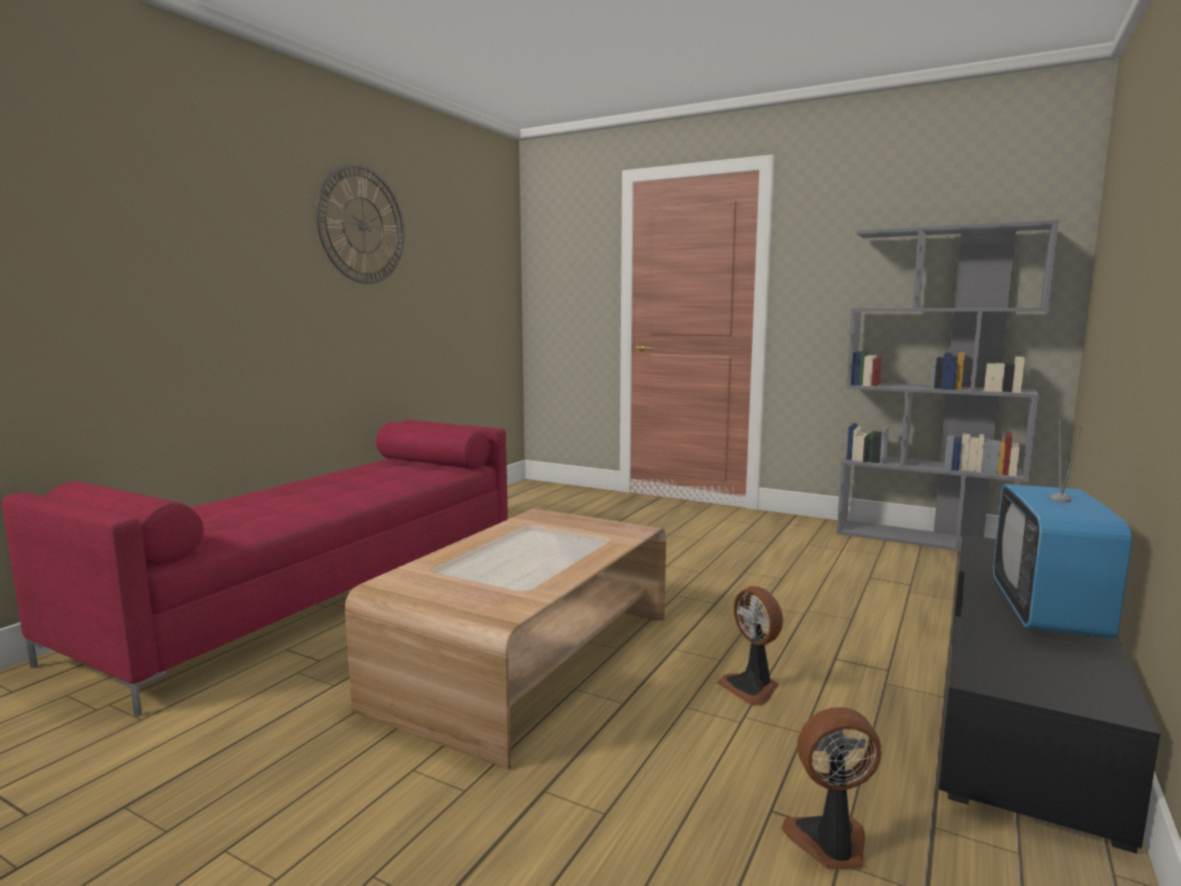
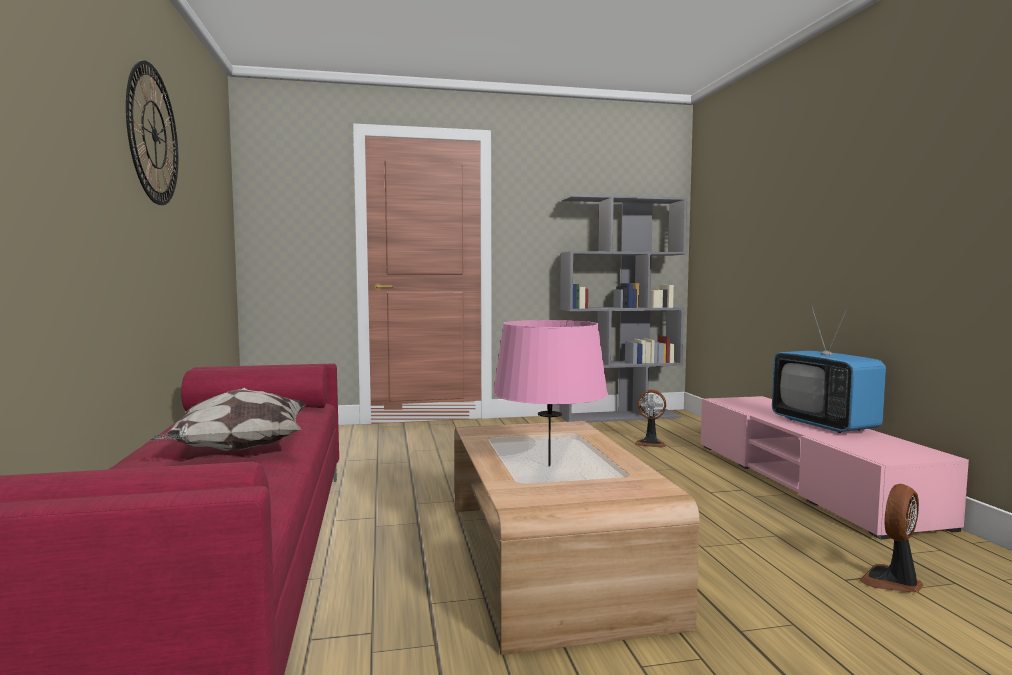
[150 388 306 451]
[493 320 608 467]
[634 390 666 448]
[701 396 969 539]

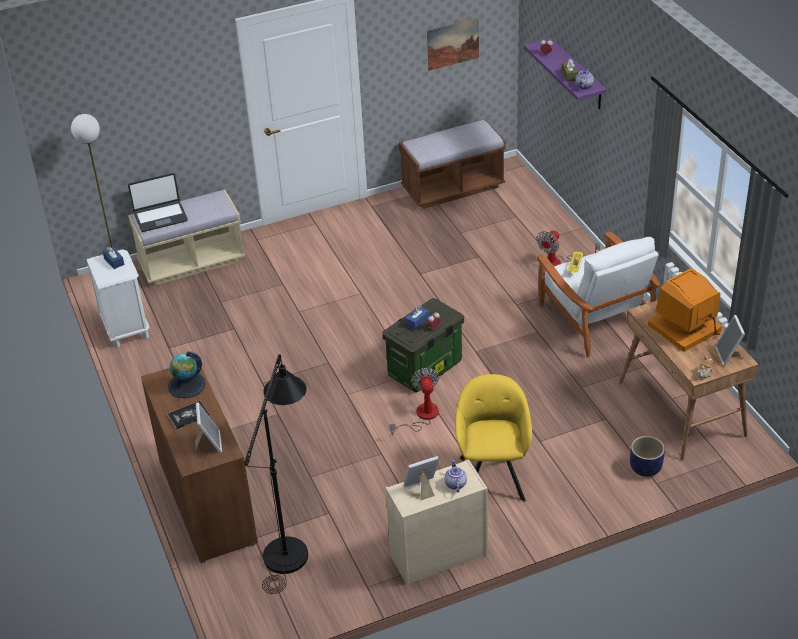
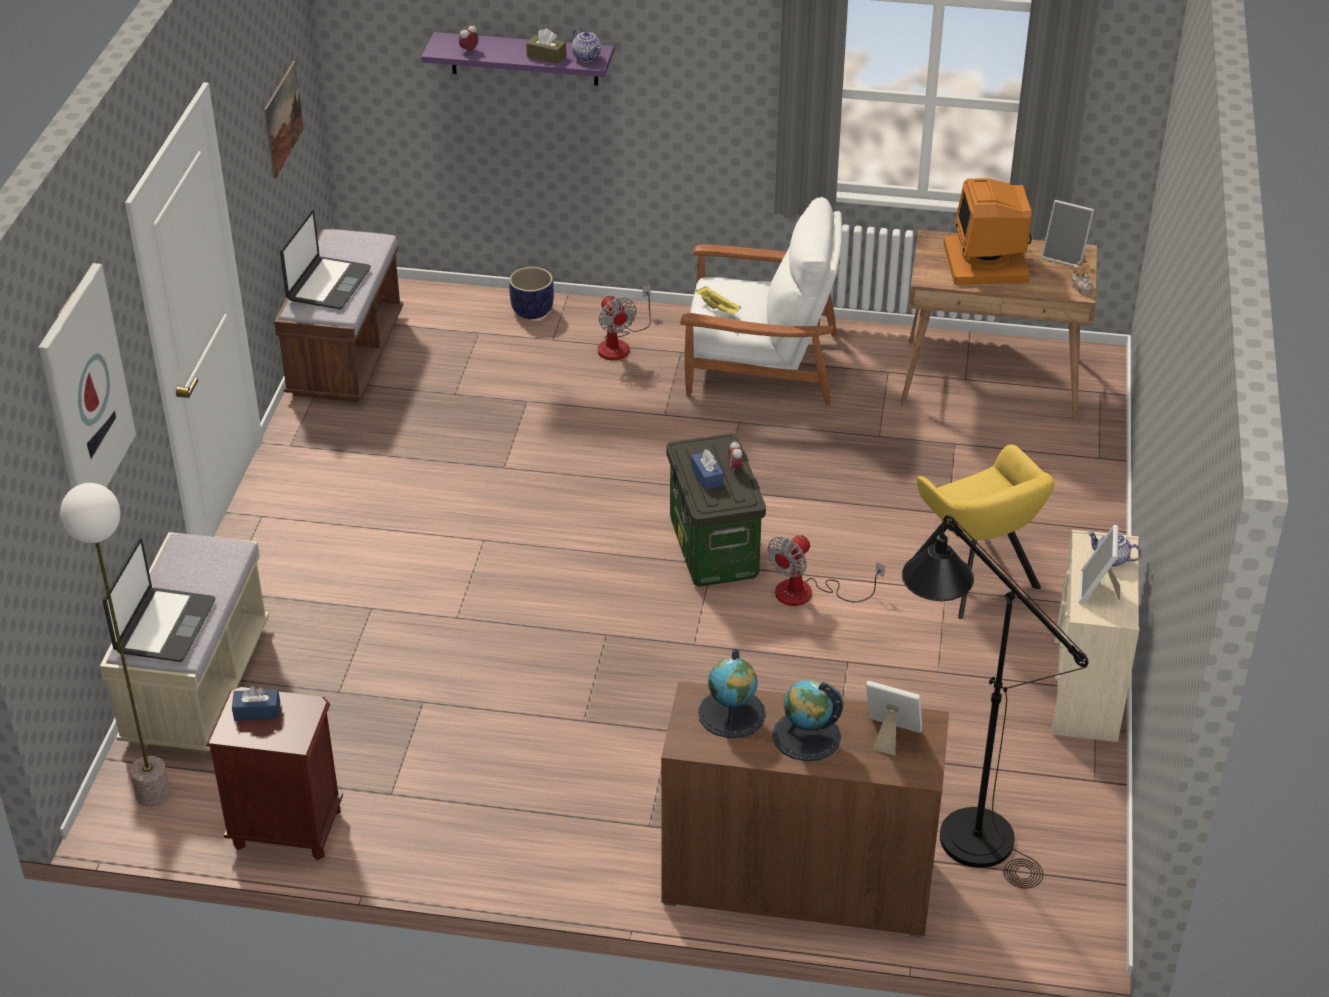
[38 263 136 489]
[206 687 343 860]
[280 210 371 309]
[509 267 554 319]
[767 535 885 606]
[772 680 843 761]
[912 444 1055 619]

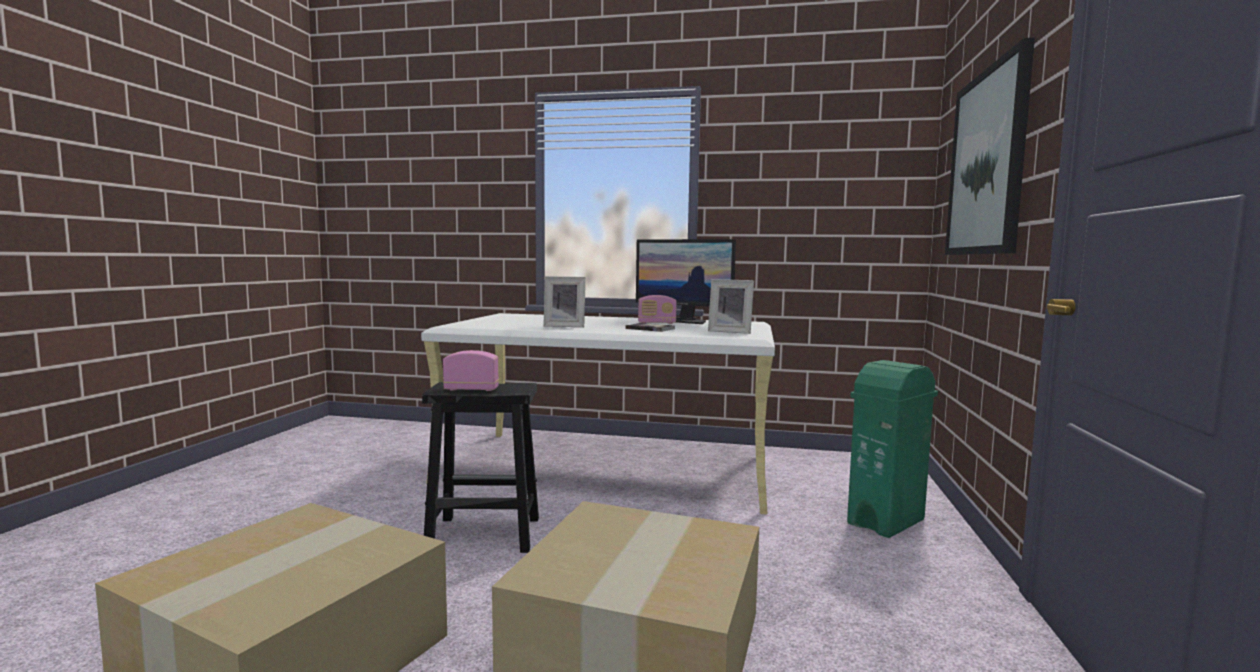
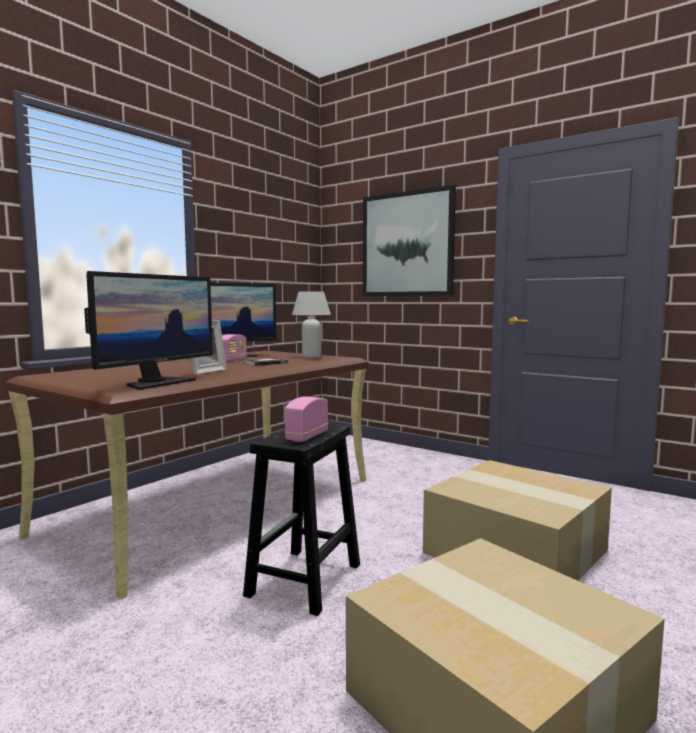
[5 351 368 600]
[84 271 213 390]
[292 291 331 358]
[847 360 938 538] (first image)

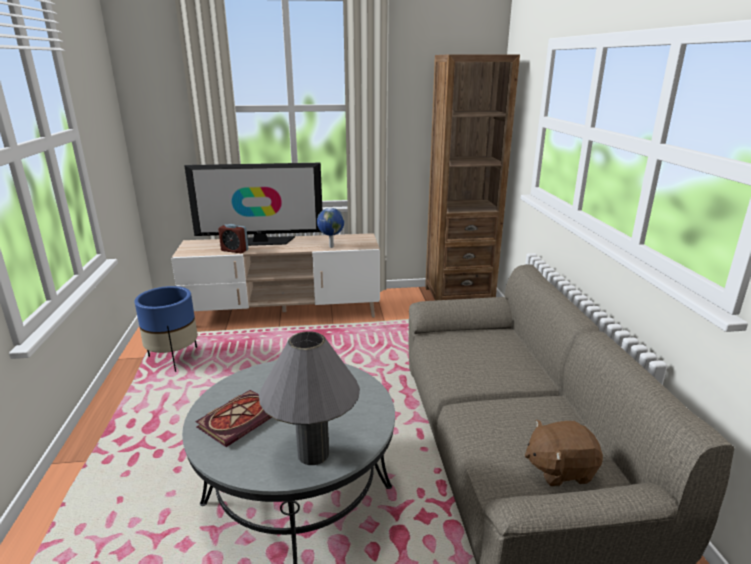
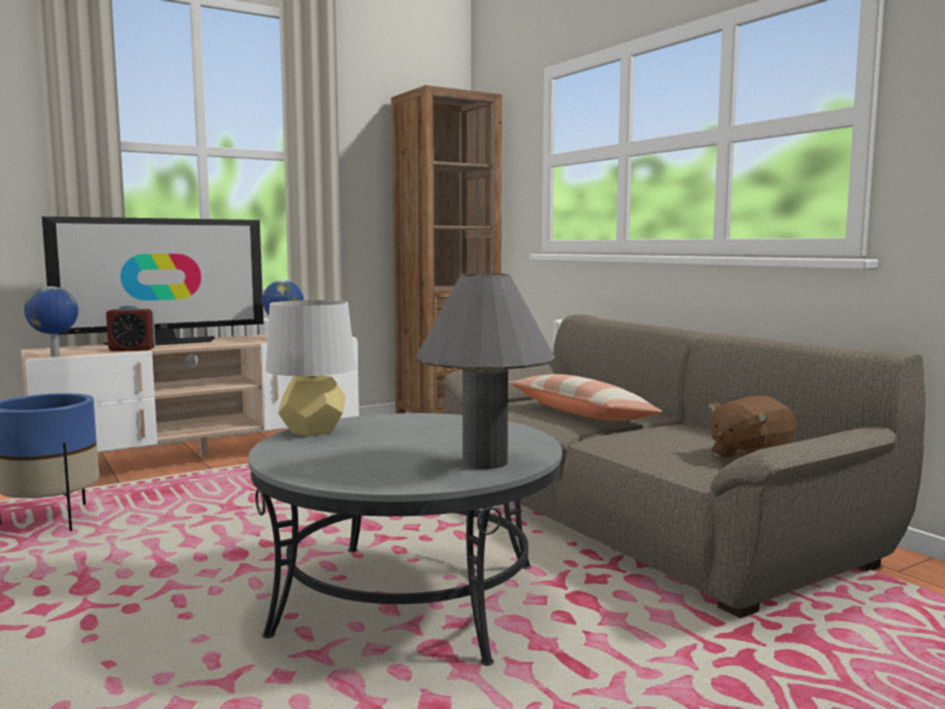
[24 286 78 357]
[266 300 356 436]
[509 374 663 421]
[195 390 272 447] (first image)

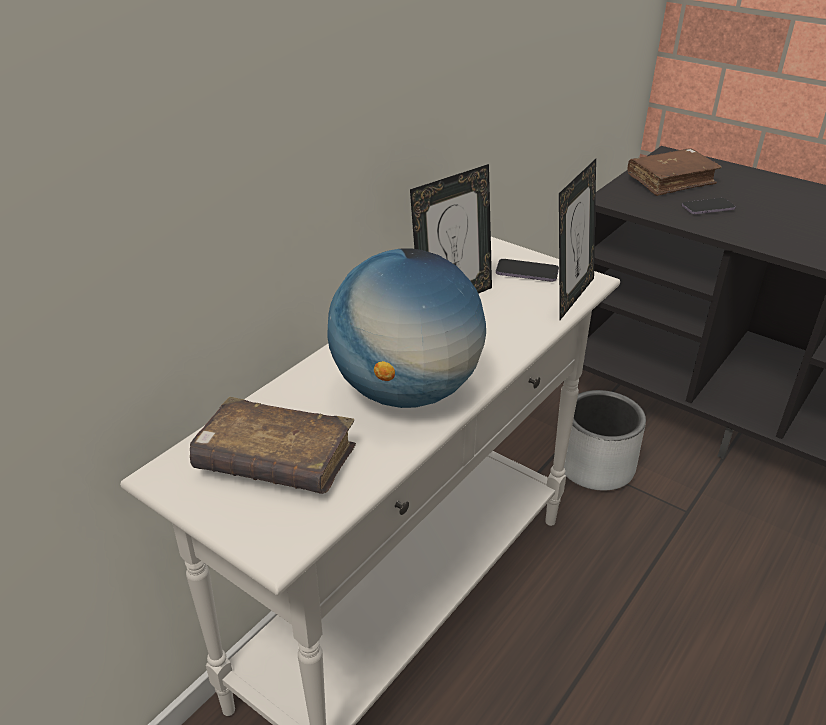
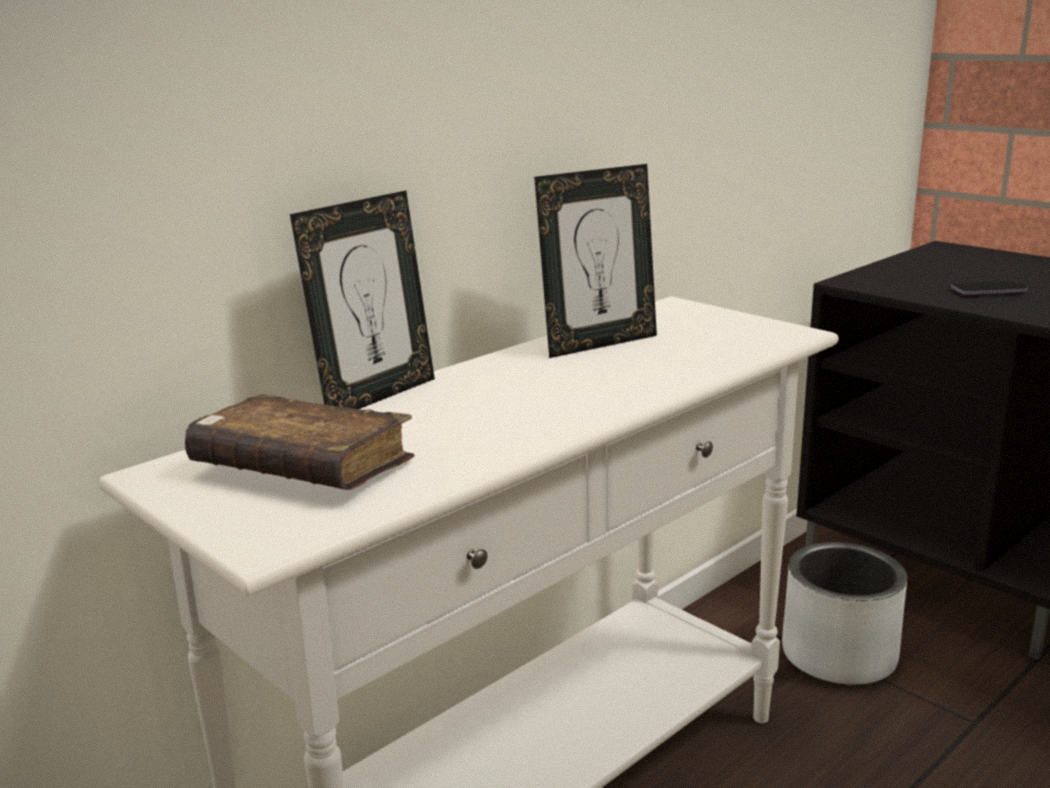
[290 191 435 409]
[327 248 486 408] (first image)
[496 259 559 282] (first image)
[627 148 722 196] (first image)

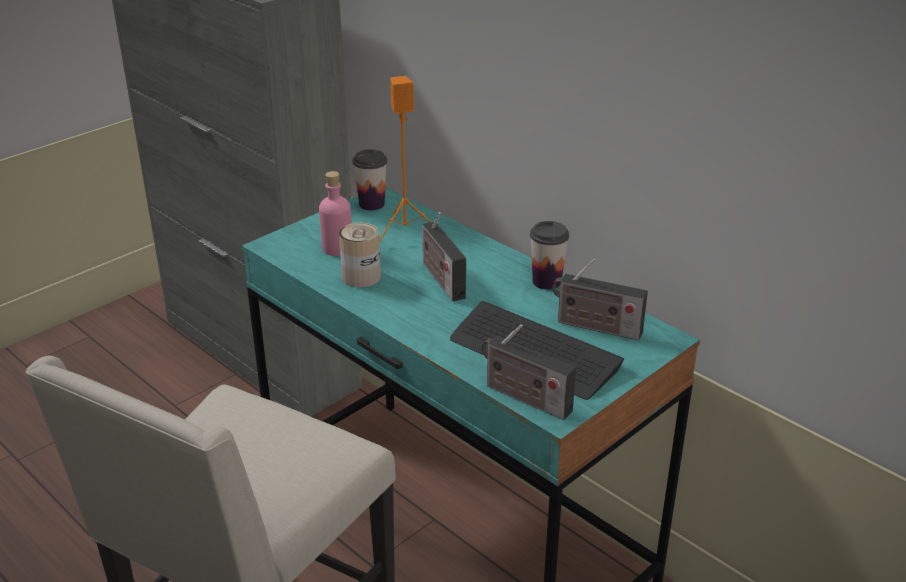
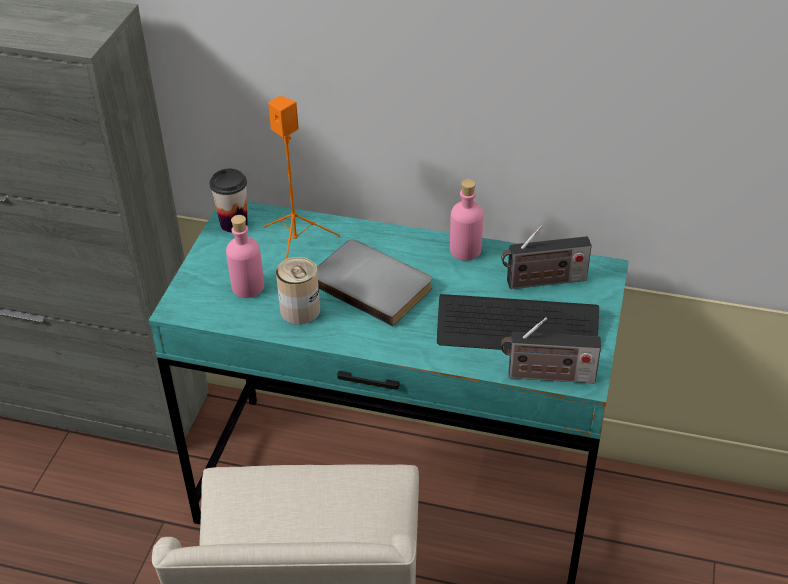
[317 239 432 326]
[450 179 483 261]

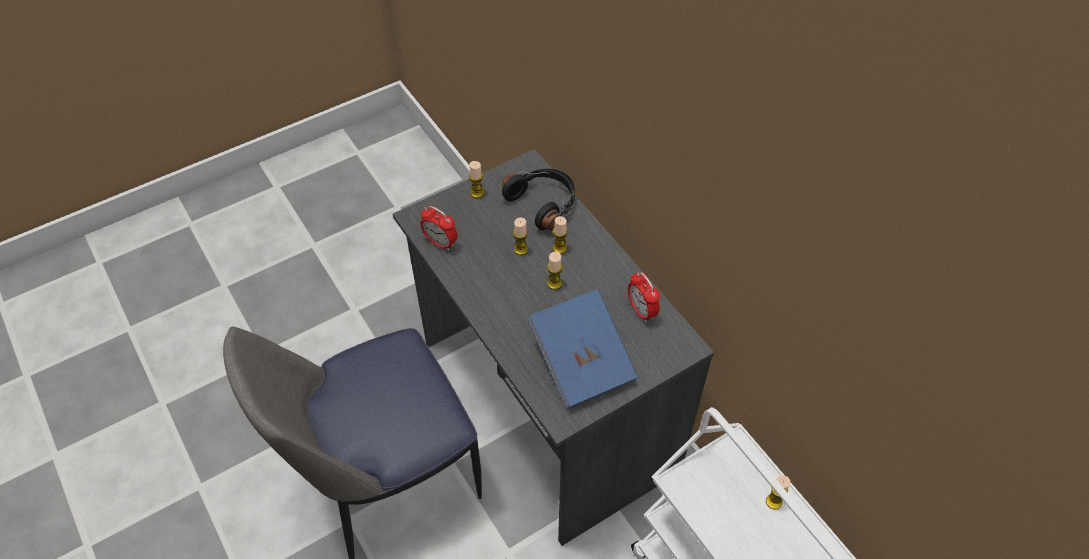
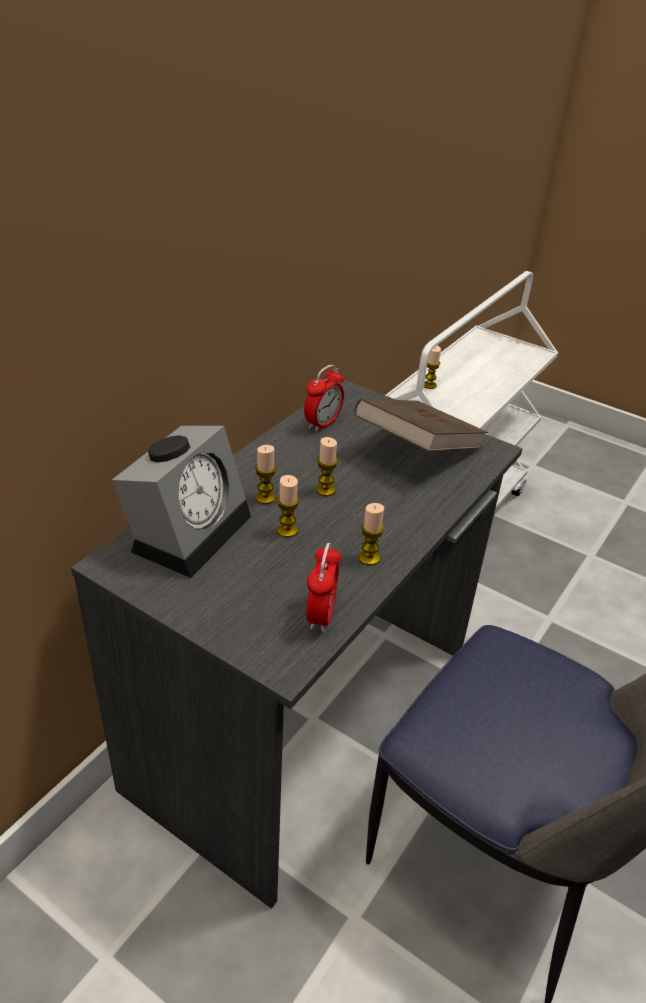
[112 426 251 578]
[355 398 488 452]
[358 503 384 566]

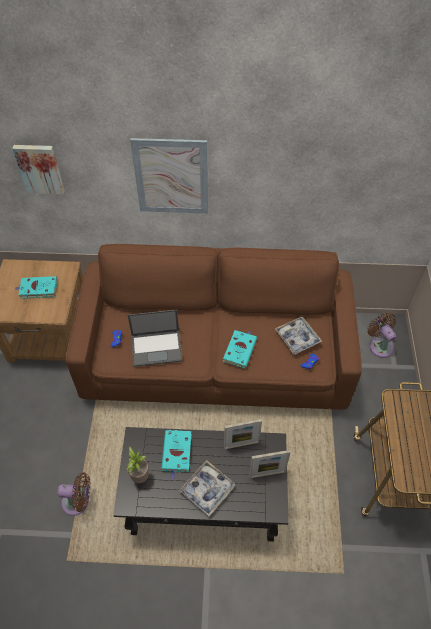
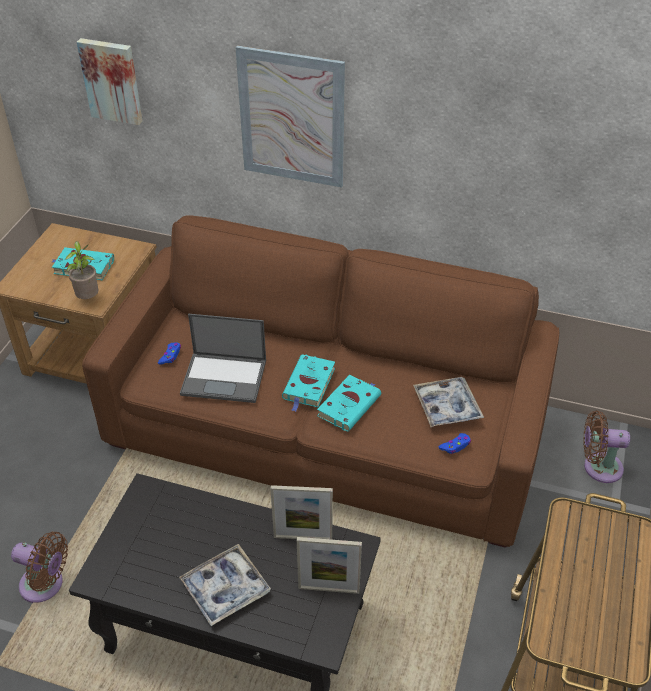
[65 241 98 299]
[282 354 335 412]
[583 411 630 483]

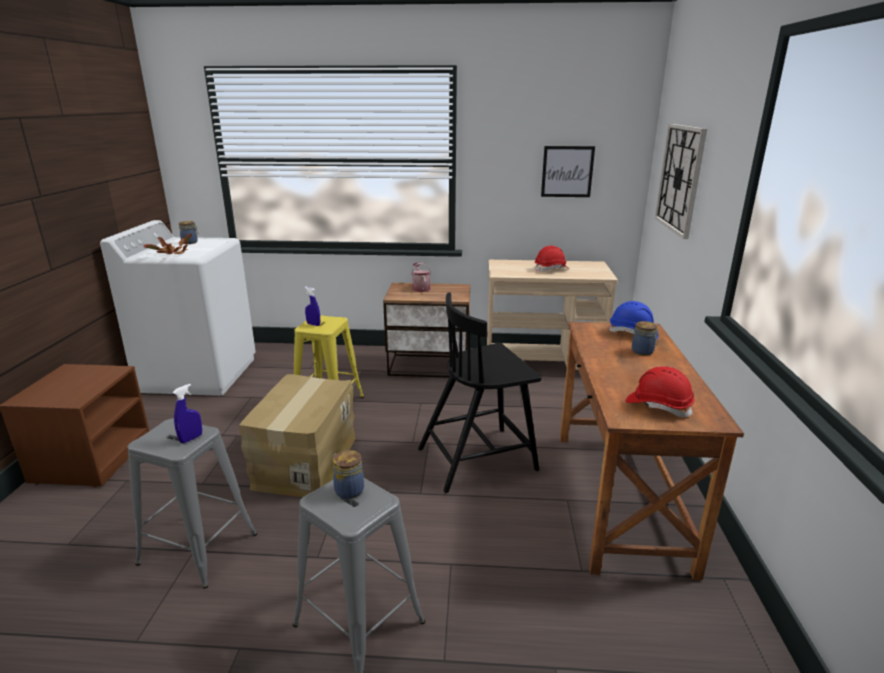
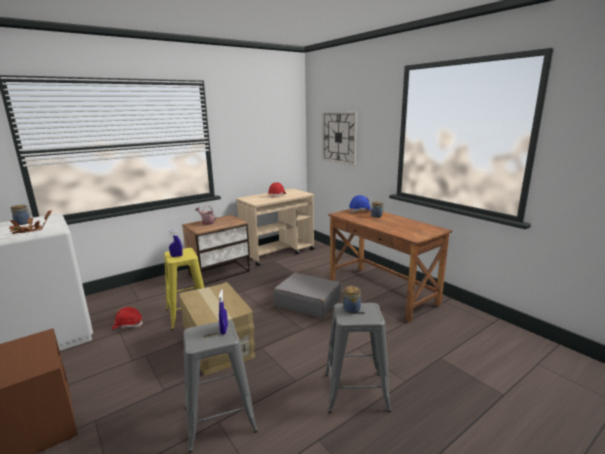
[112 307 143 329]
[274 273 341 318]
[541 146 595 197] (first image)

